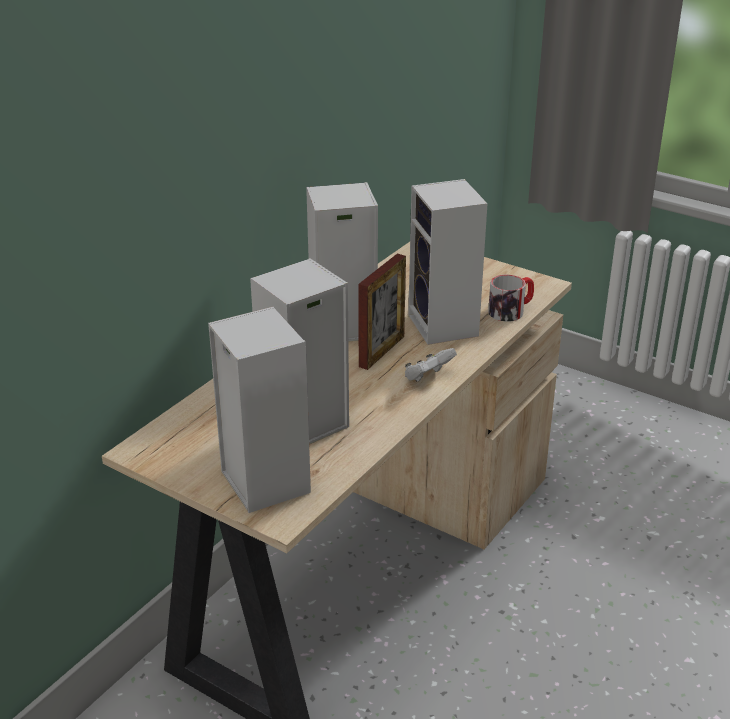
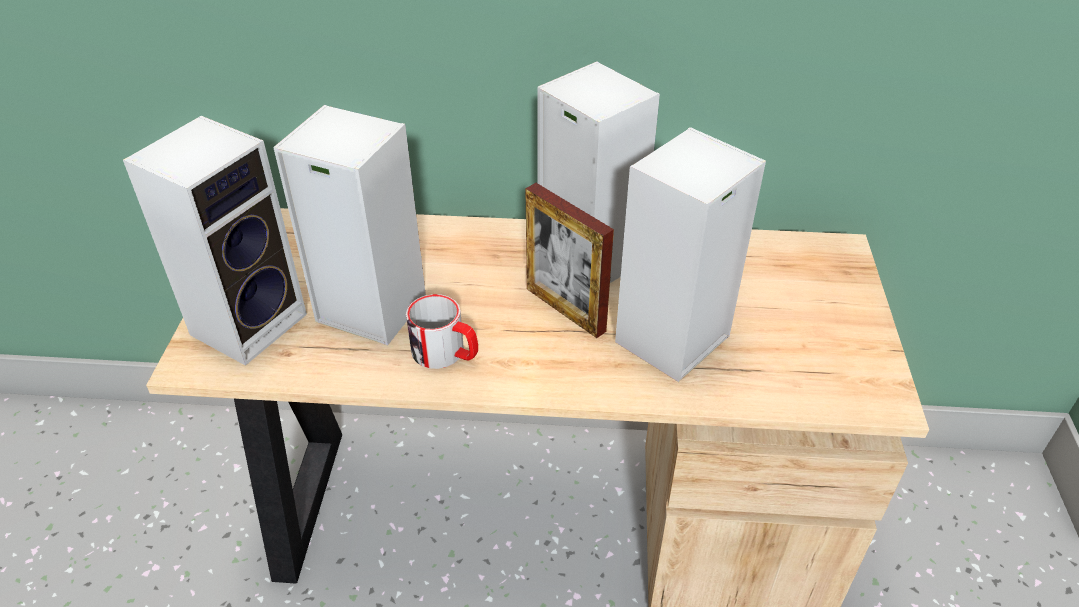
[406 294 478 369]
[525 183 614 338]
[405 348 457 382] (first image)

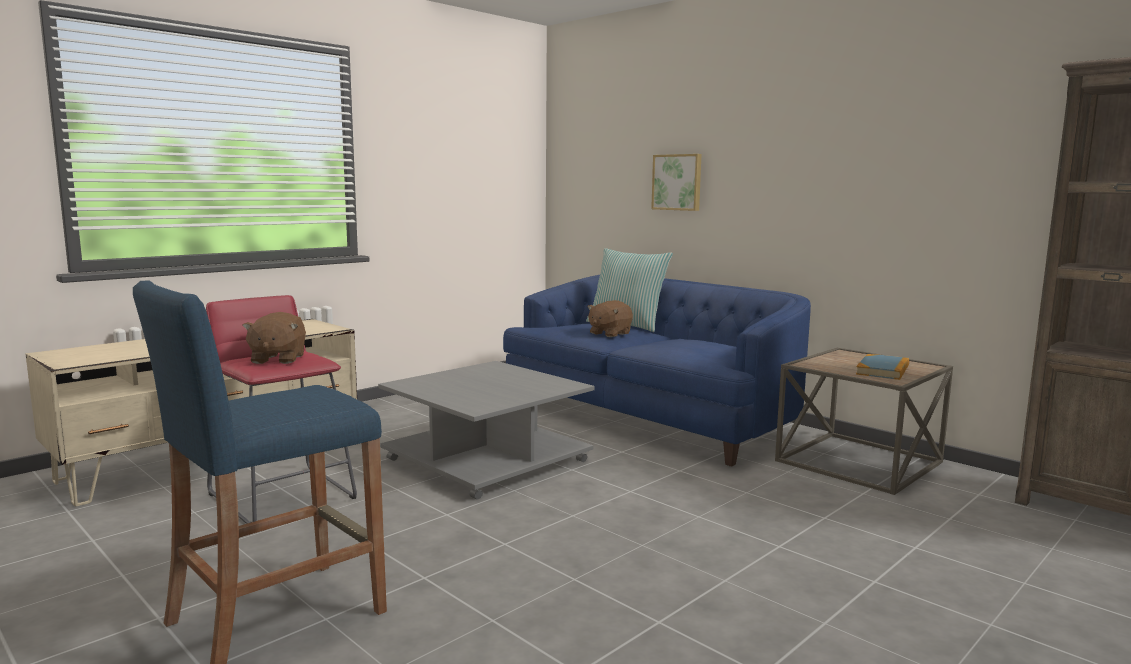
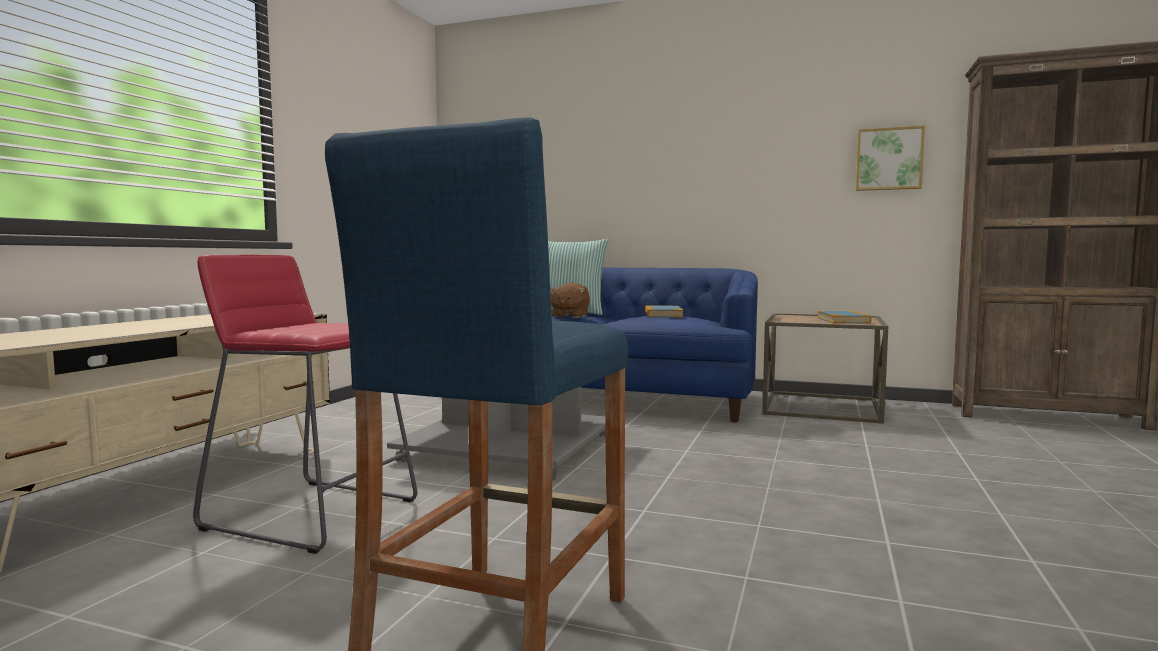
[645 305 684 317]
[856 126 925 191]
[242 312 306 364] (first image)

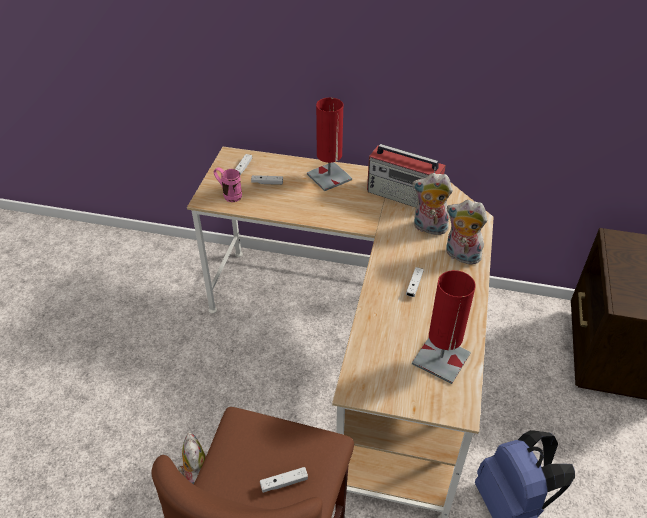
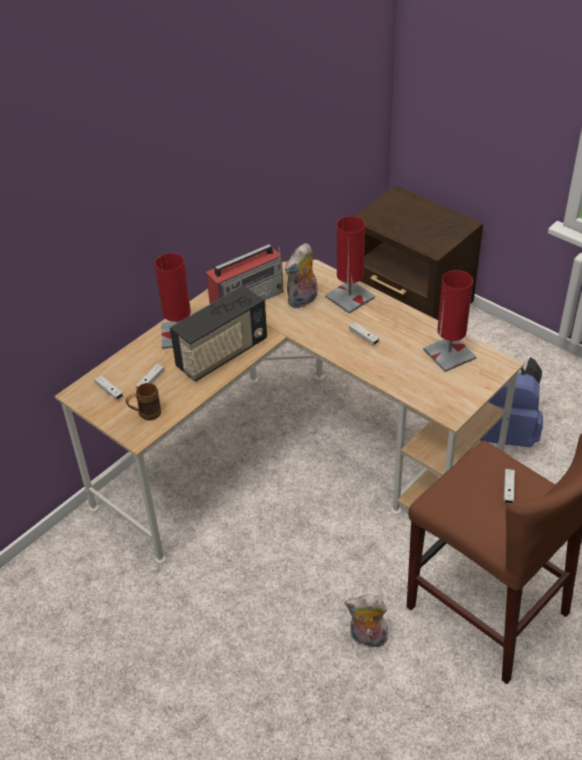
[126 383 161 420]
[170 286 267 382]
[325 216 375 314]

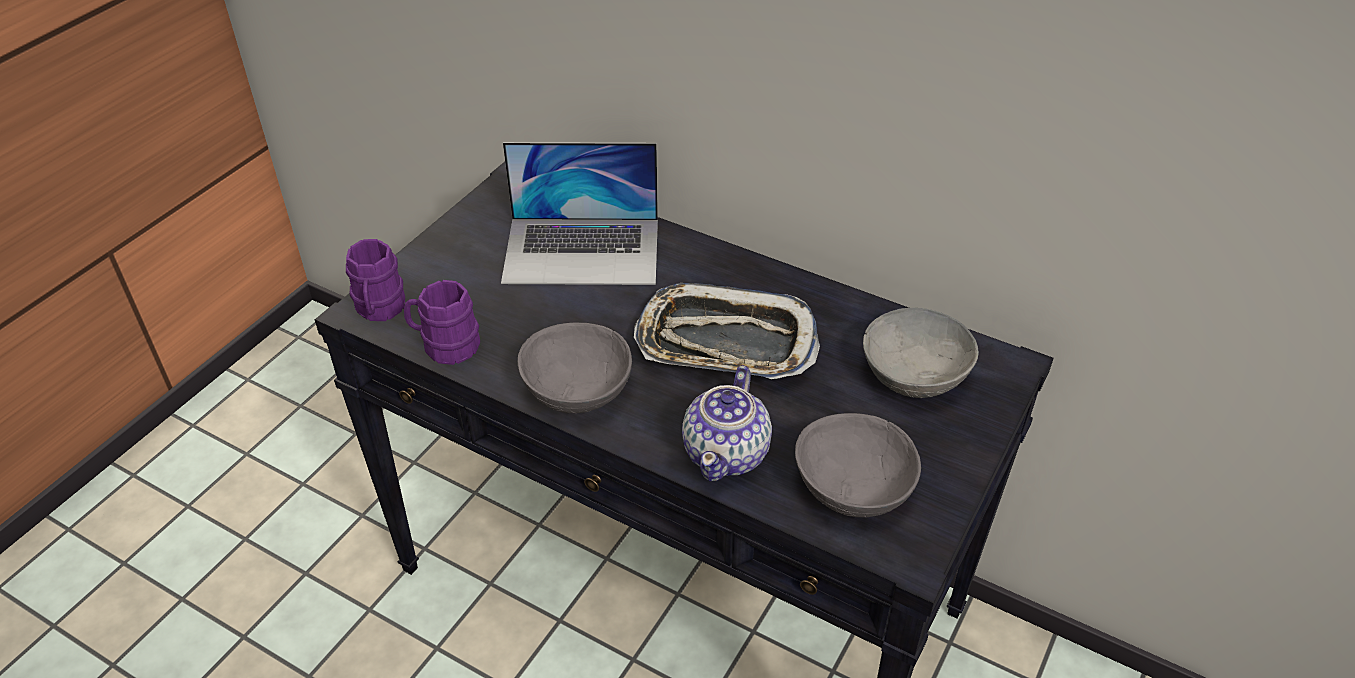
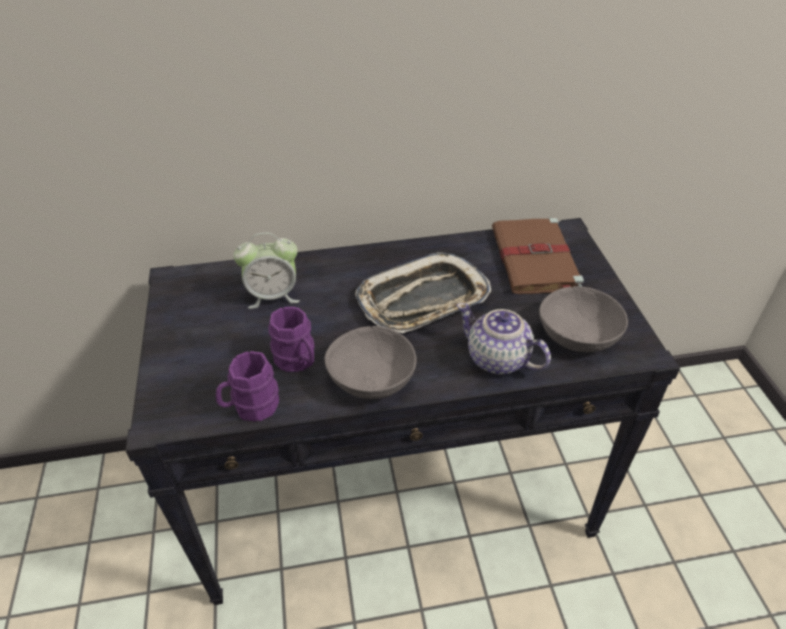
[233 233 300 309]
[268 307 315 372]
[456 303 551 375]
[492 217 584 294]

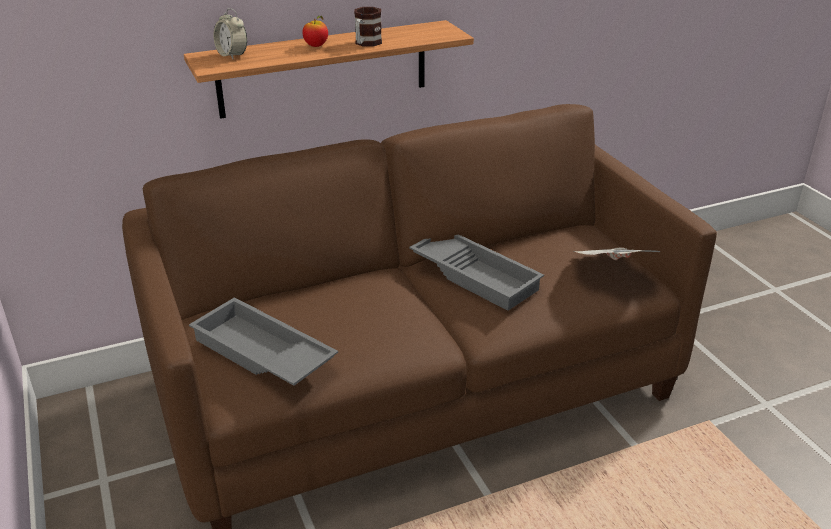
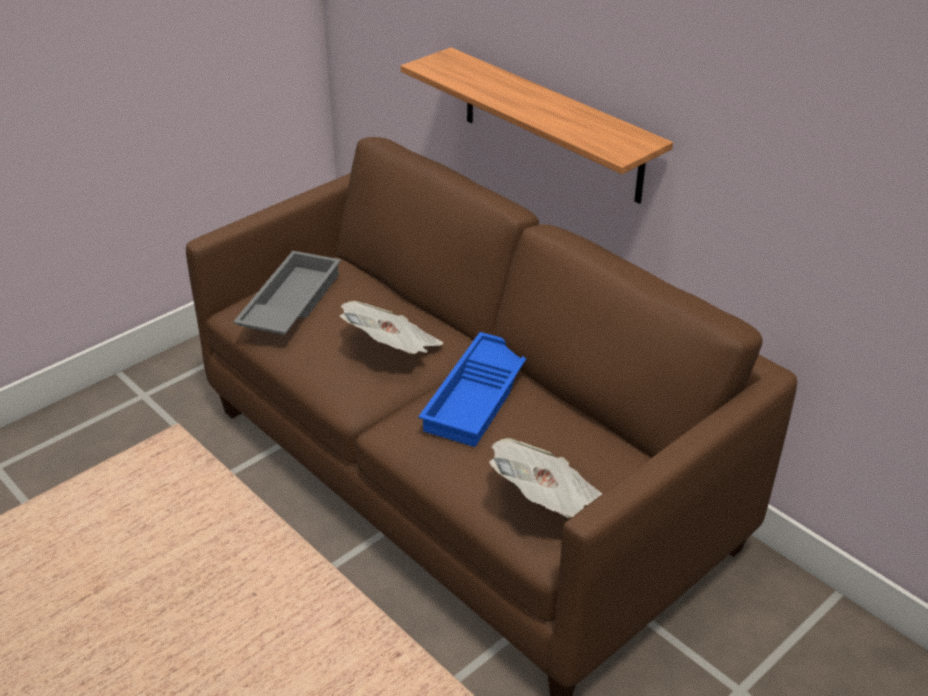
[340 301 443 354]
[418 332 526 447]
[213 8 247 60] (first image)
[303 16 328 47] (first image)
[354 7 382 46] (first image)

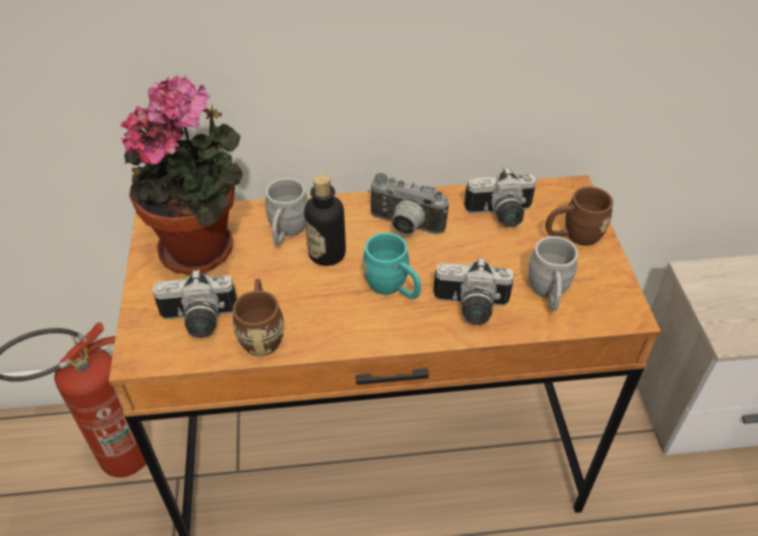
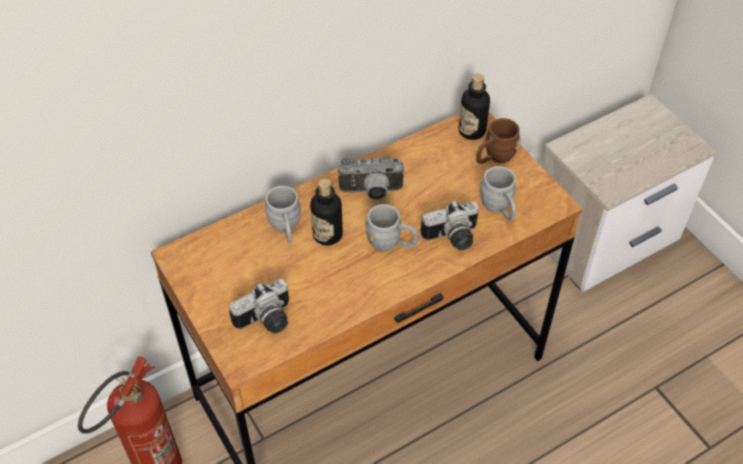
[365 204 419 252]
[459 74 490 140]
[120 75 243 275] (first image)
[233 279 284 356] (first image)
[464 167 536 227] (first image)

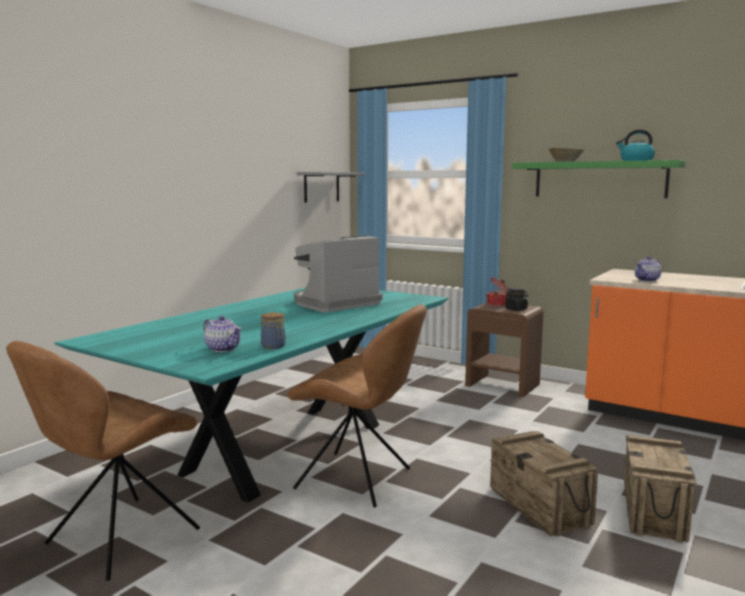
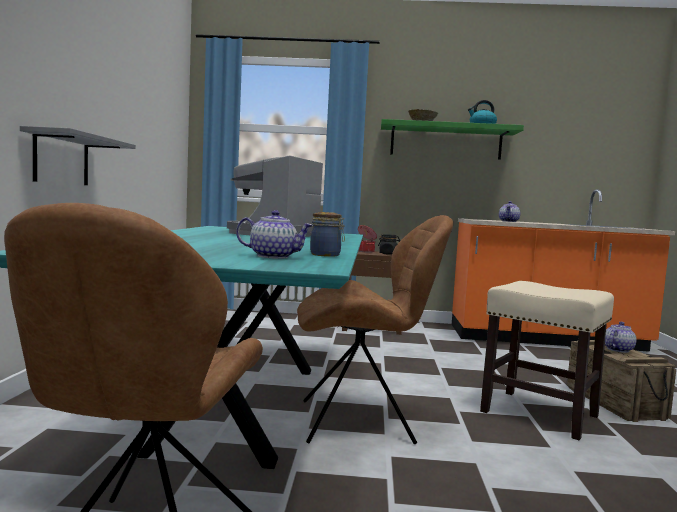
[20 126 136 185]
[480 281 614 440]
[605 322 637 353]

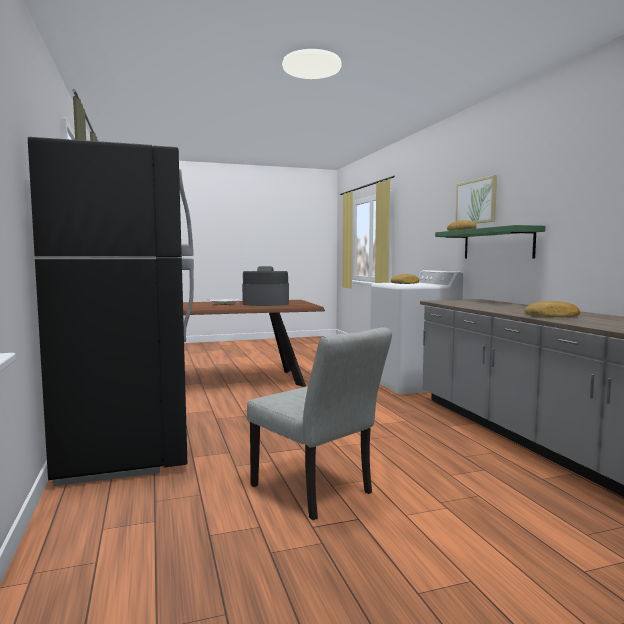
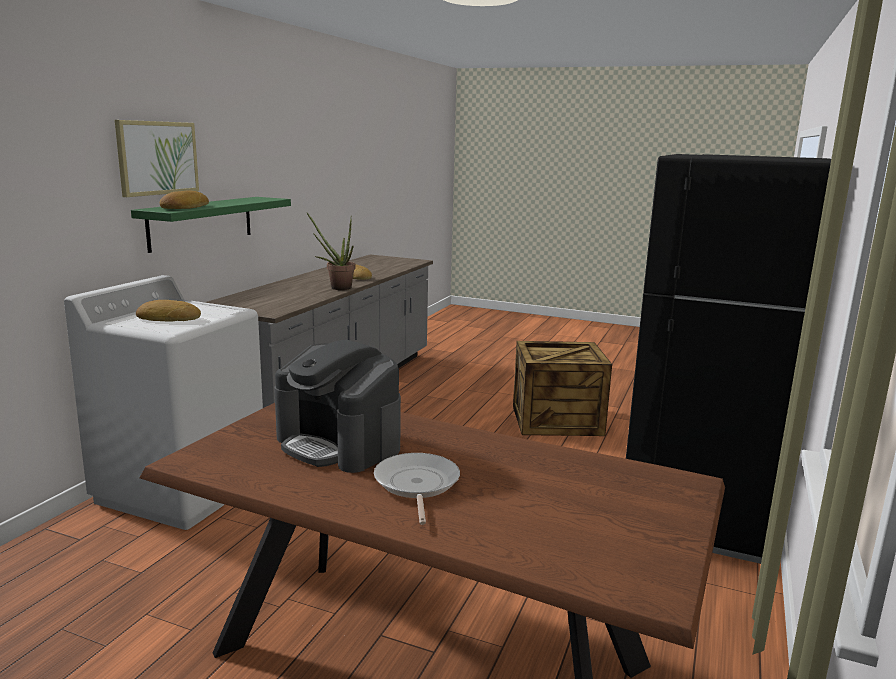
[306 212 356 290]
[513 341 612 436]

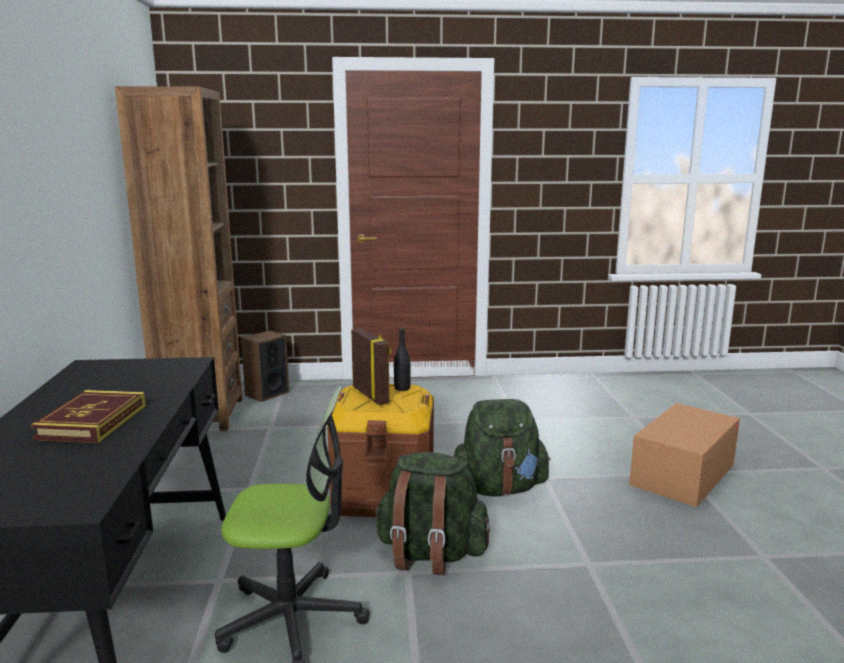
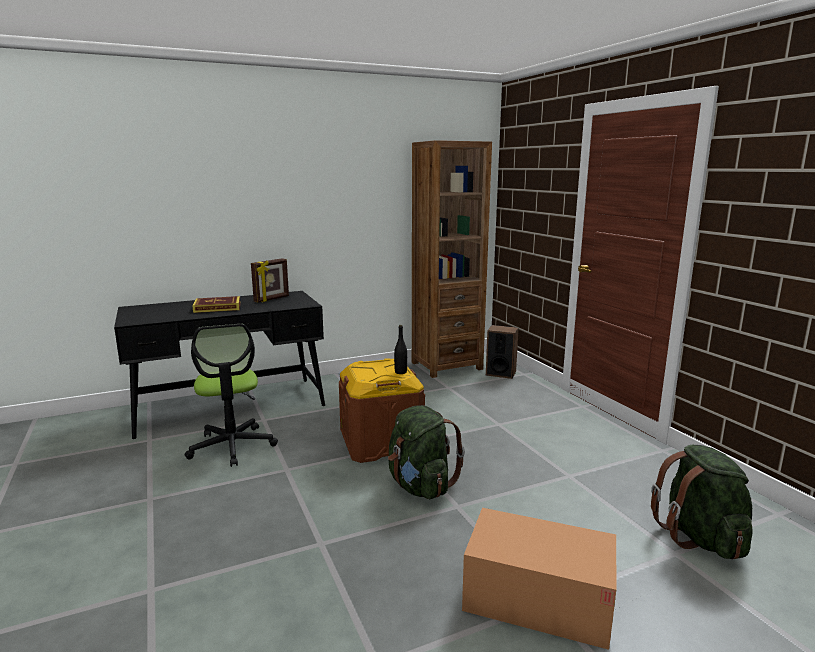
[251 258 289 302]
[651 445 753 560]

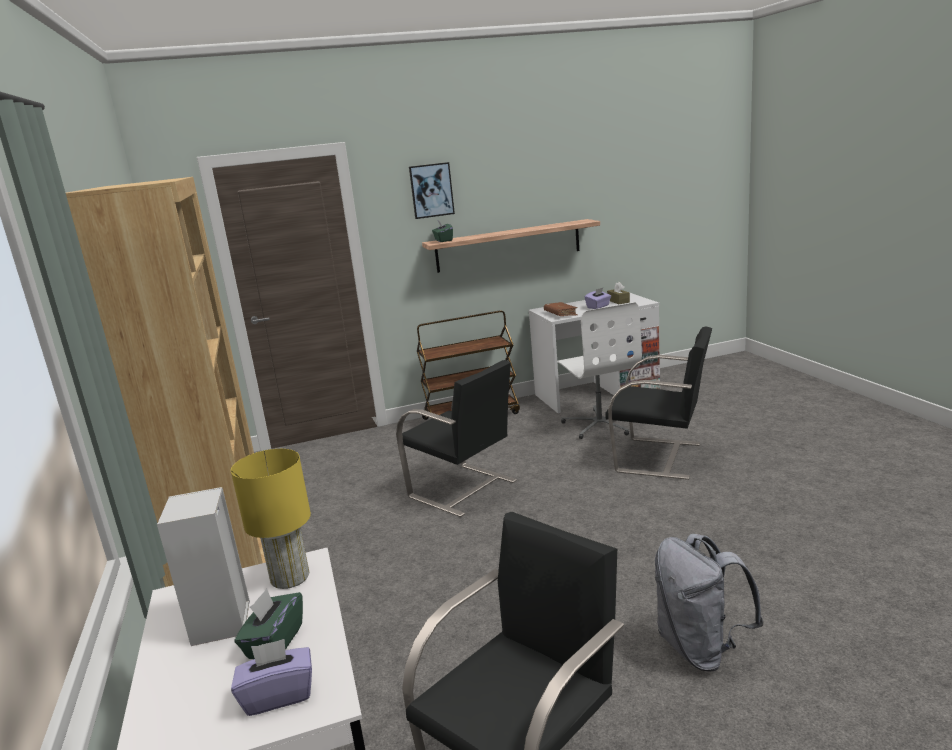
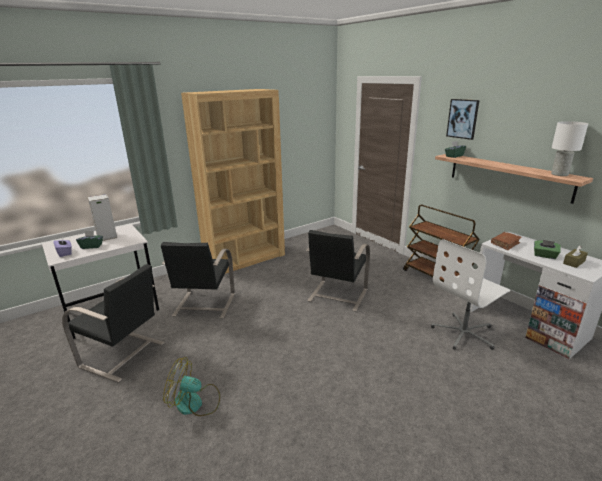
[161 242 235 318]
[163 357 220 416]
[534 240 561 259]
[551 121 588 176]
[231 449 311 589] (first image)

